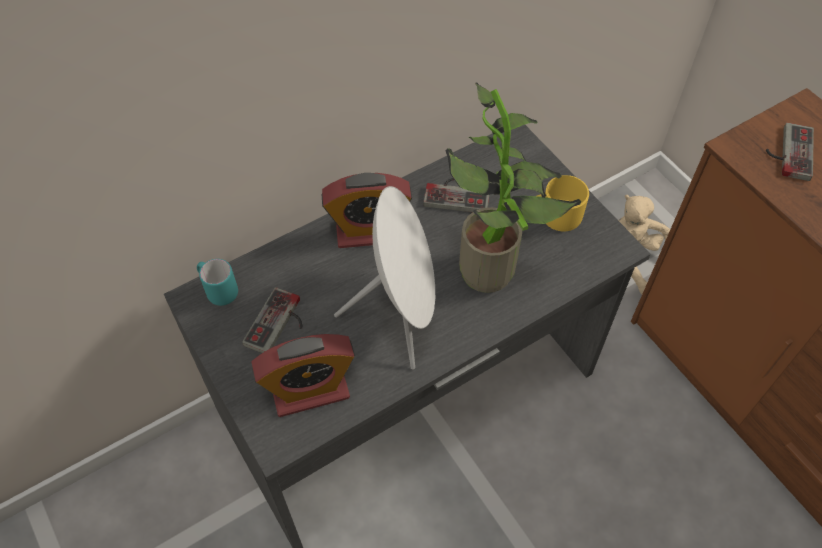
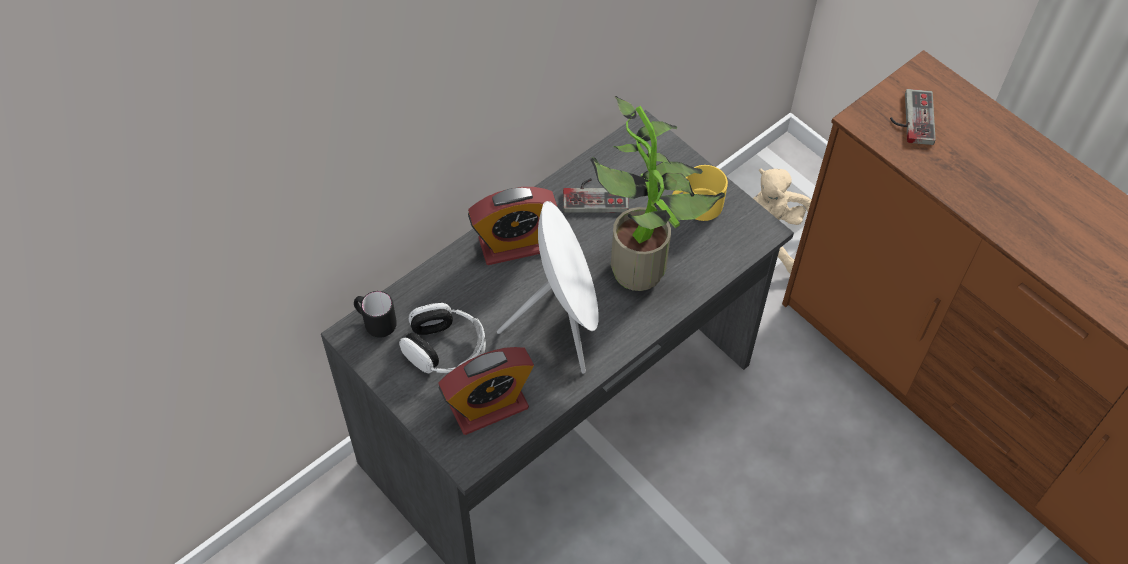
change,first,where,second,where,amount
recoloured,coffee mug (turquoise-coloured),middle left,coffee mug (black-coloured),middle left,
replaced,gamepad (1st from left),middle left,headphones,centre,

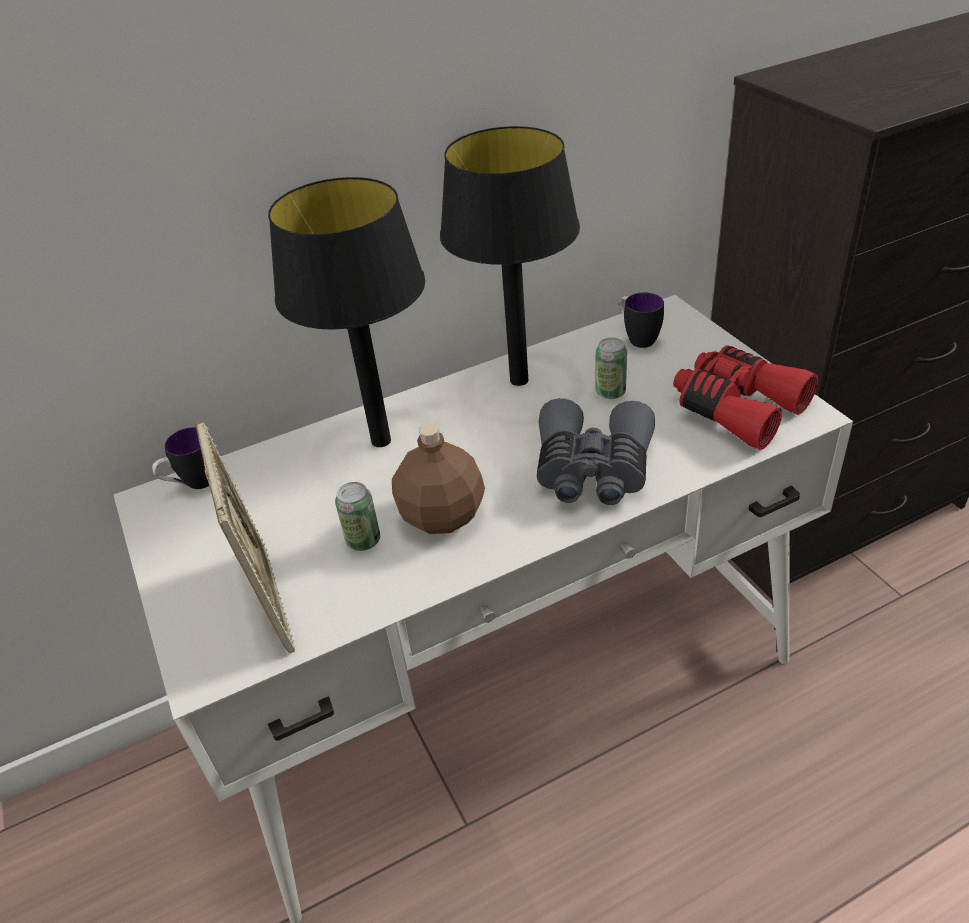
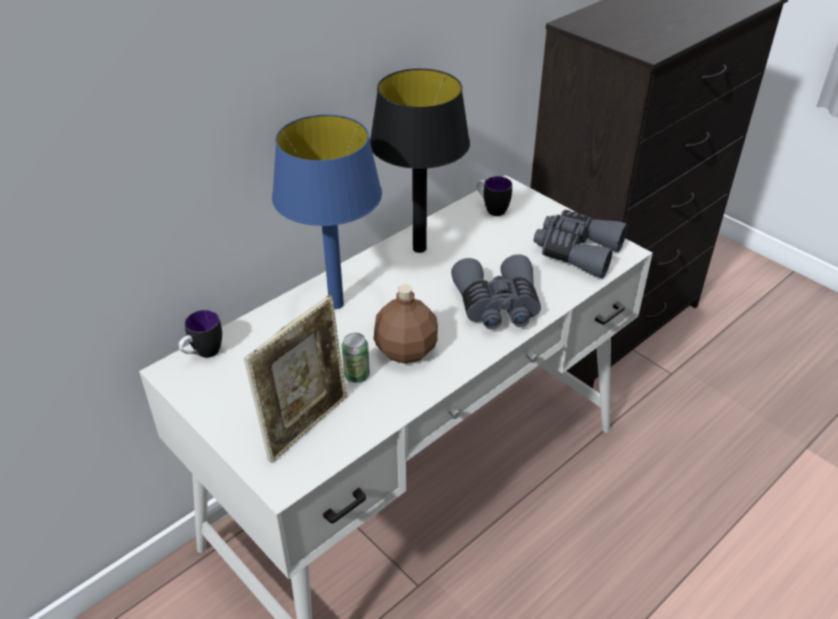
change,first,where,second,where,amount
turned,photo frame,middle left,,centre,75 degrees clockwise
recoloured,tabletop lamp (black-coloured) (1st from left),centre,tabletop lamp (bluish),centre,
recoloured,binoculars (red),middle right,binoculars (grey) (2nd from left),middle right,
removed,sealed can (2nd from left),centre,,,

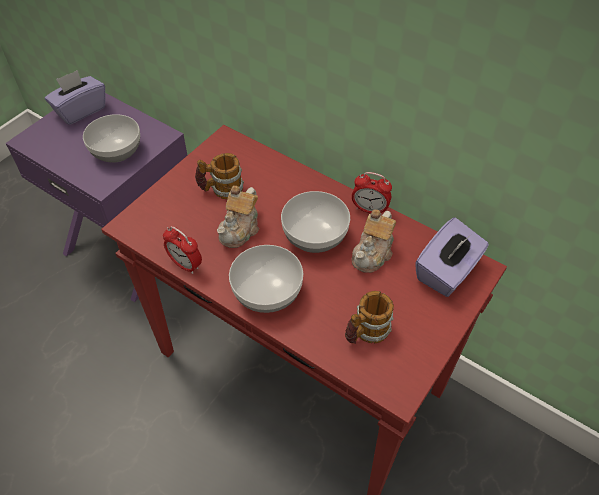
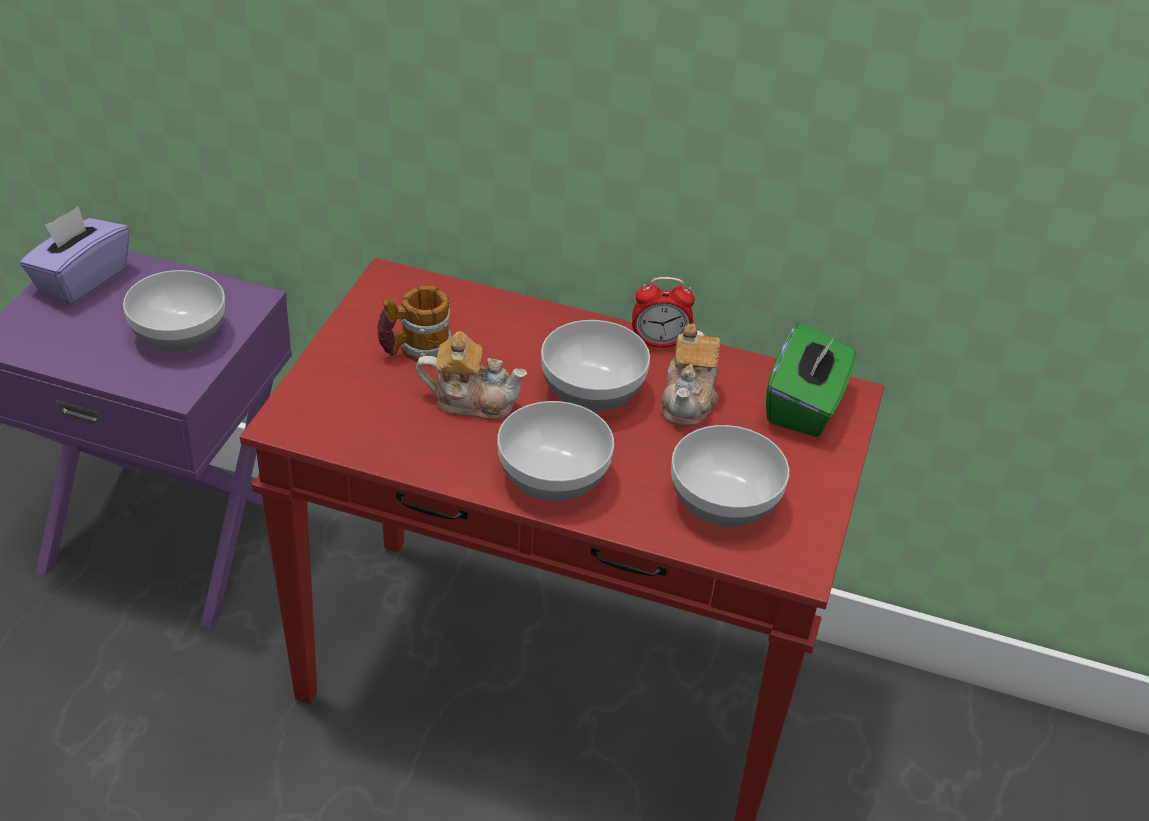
change,first,where,second,where,amount
turned,tea pot (1st from left),centre,,centre,90 degrees counterclockwise
replaced,coffee mug (2nd from left),centre,bowl (4th from left),centre,
recoloured,box of tissues (purplish) (2nd from left),middle right,box of tissues (green),middle right,
removed,bedside clock (1st from left),middle left,,,

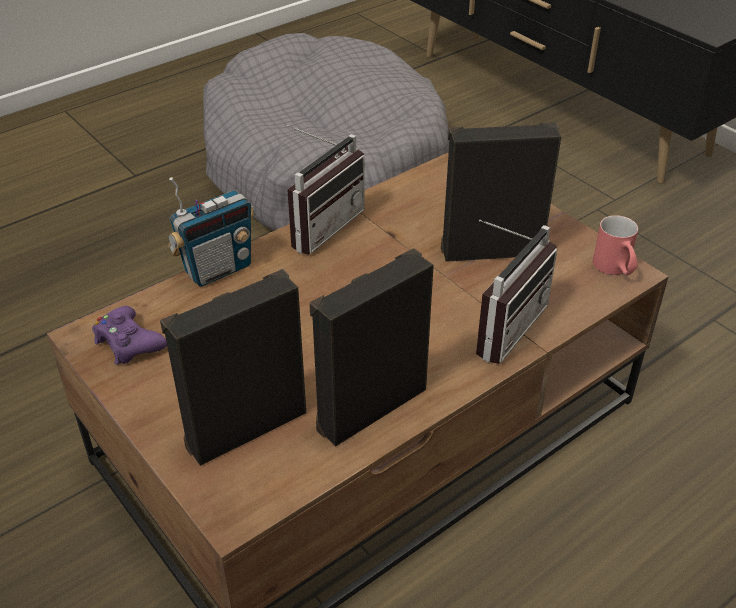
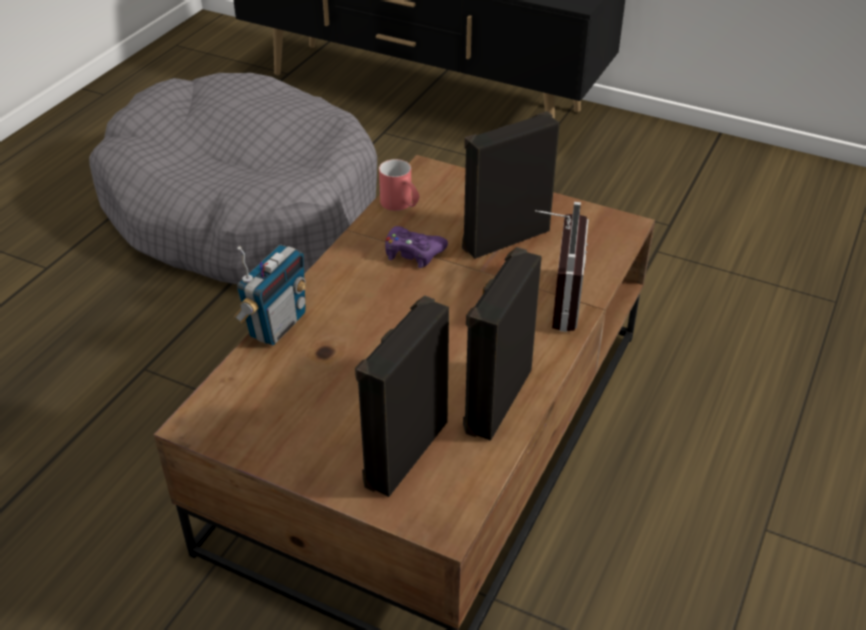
change,first,where,second,where,amount
moved,coffee mug (red),middle right,,top centre,
moved,gamepad (purplish),middle left,,centre,
removed,radio receiver (2nd from left),top centre,,,

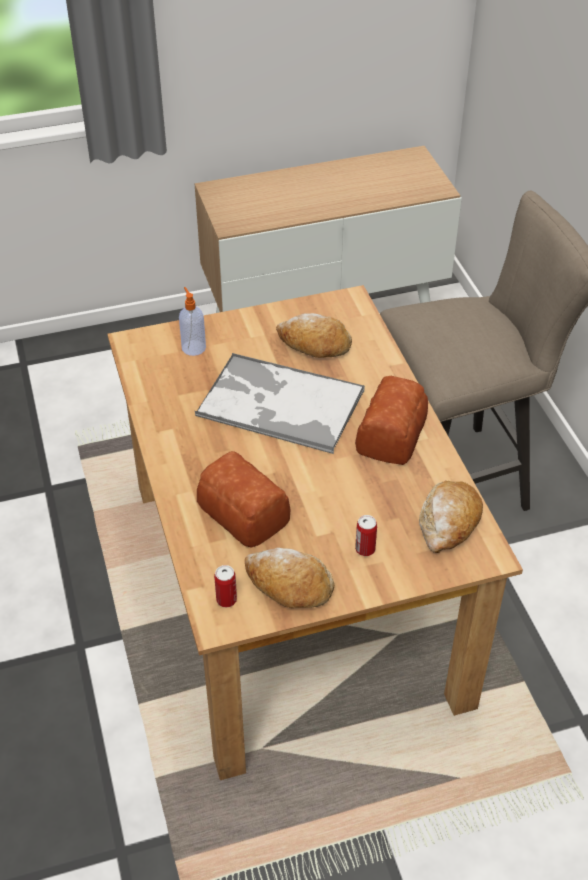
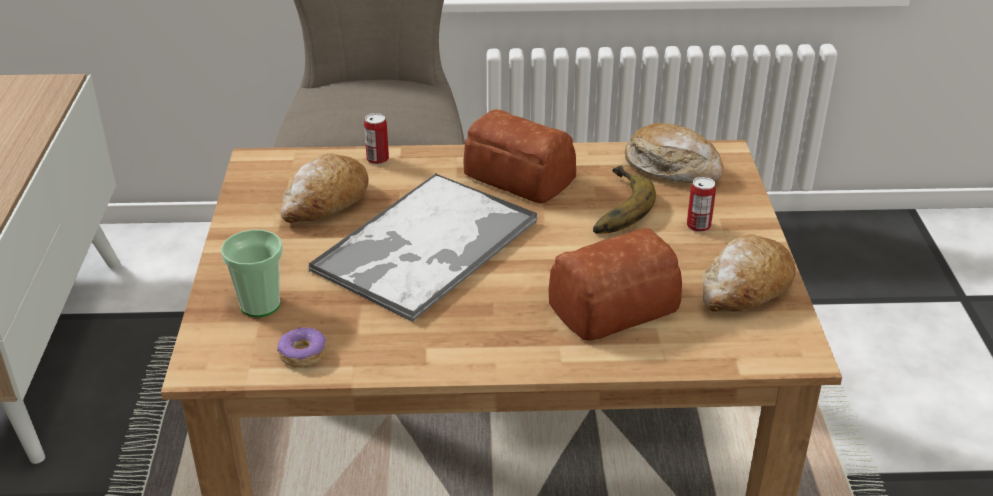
change,first,where,second,where,amount
replaced,liquid soap bottle,middle left,cup,middle left,
added,,,doughnut,bottom left,
moved,sealed can (1st from left),centre,,top centre,
added,,,banana fruit,centre,

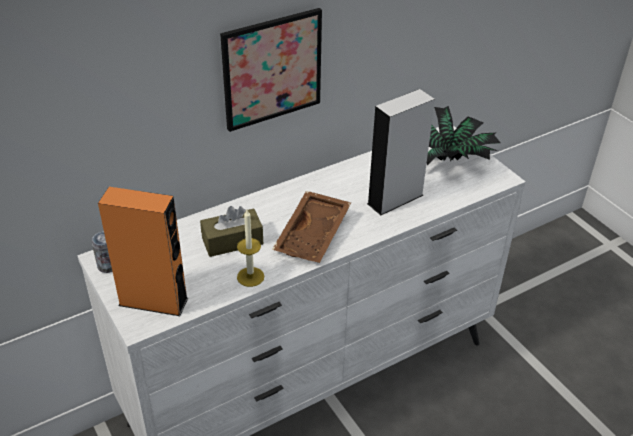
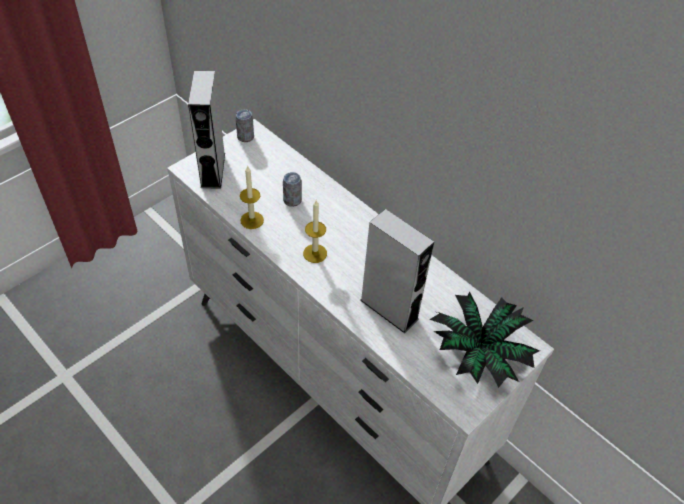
change,first,where,second,where,amount
recoloured,audio speaker (orangey),middle left,audio speaker (grey) (1st from left),top left,
replaced,box of tissues (brown),centre,sealed can (2nd from left),centre,
replaced,tray (brown),centre,wax candle (2nd from left),centre,
removed,wall art,top centre,,,

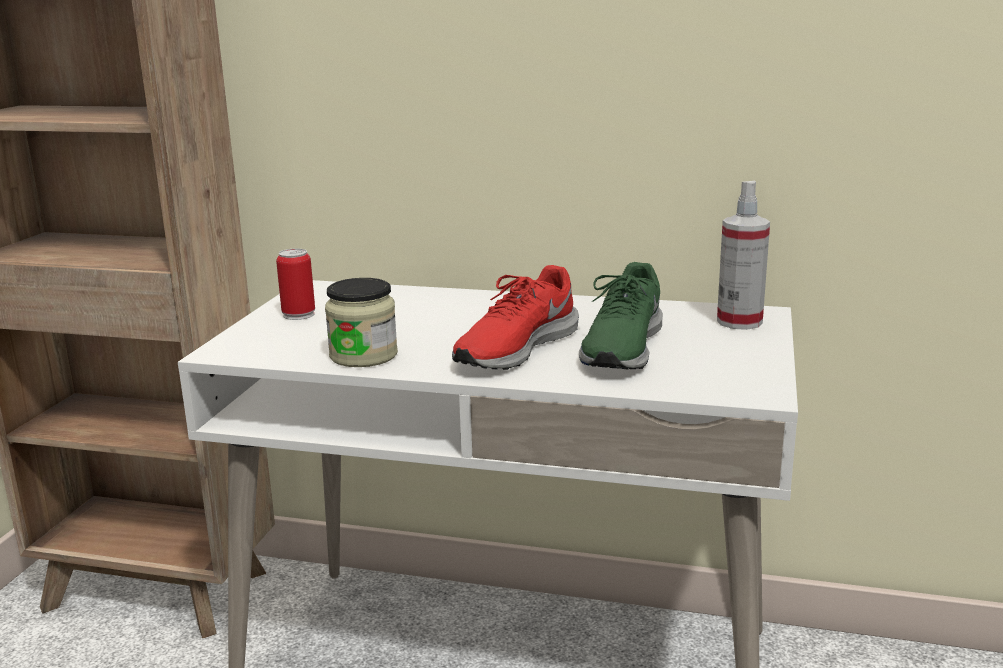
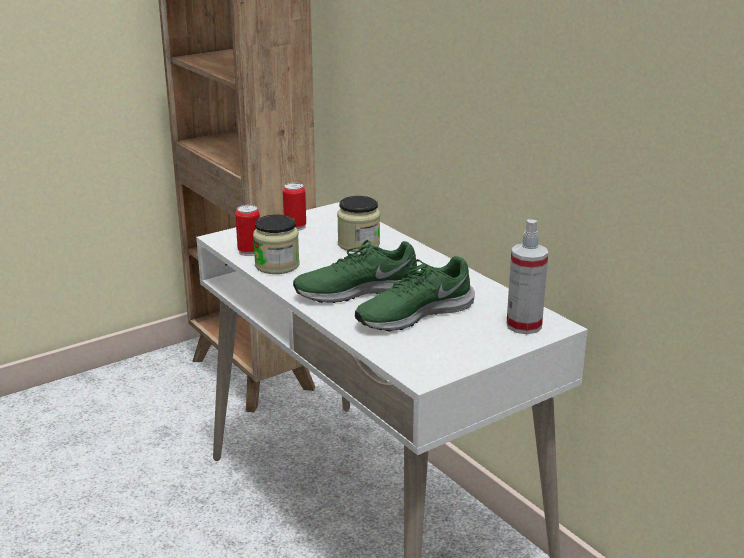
change,first,where,second,where,amount
added,,,sealed can (1st from left),middle left,
recoloured,item of footwear (red),centre,item of footwear (green) (1st from left),centre,
added,,,jar (2nd from left),centre,

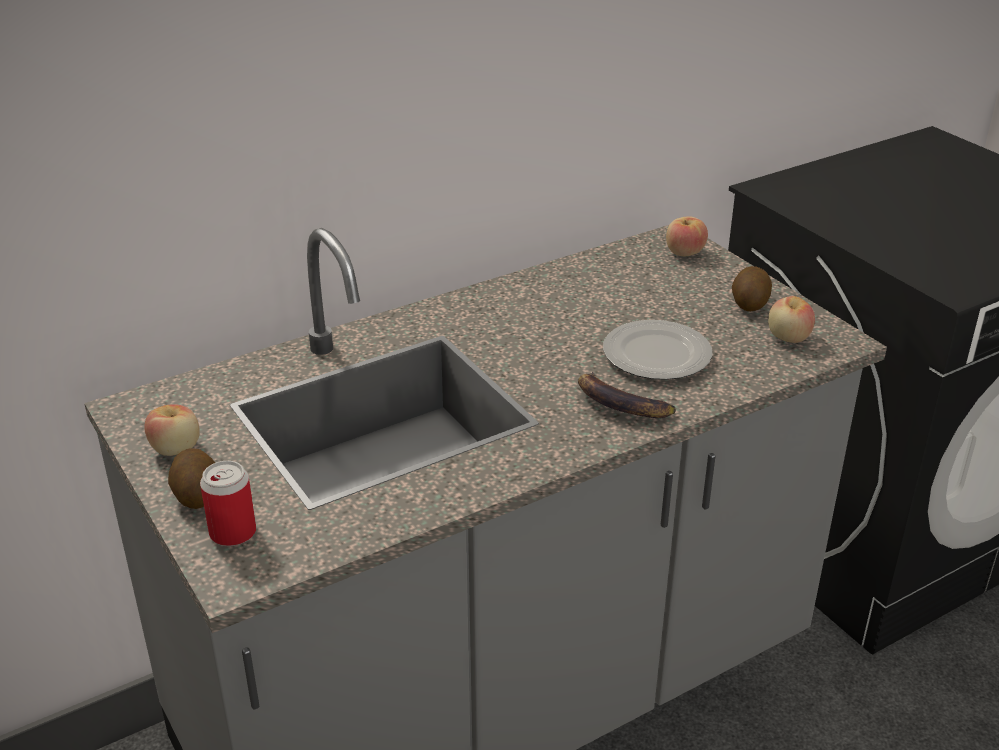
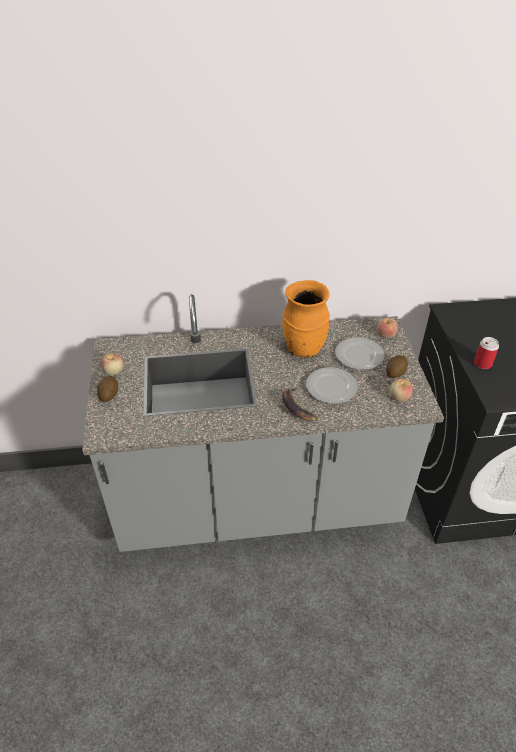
change,first,where,second,where,amount
added,,,flower vase (orangey),centre,
added,,,flat dish (2nd from left),middle right,
moved,sealed can,bottom left,,middle right,

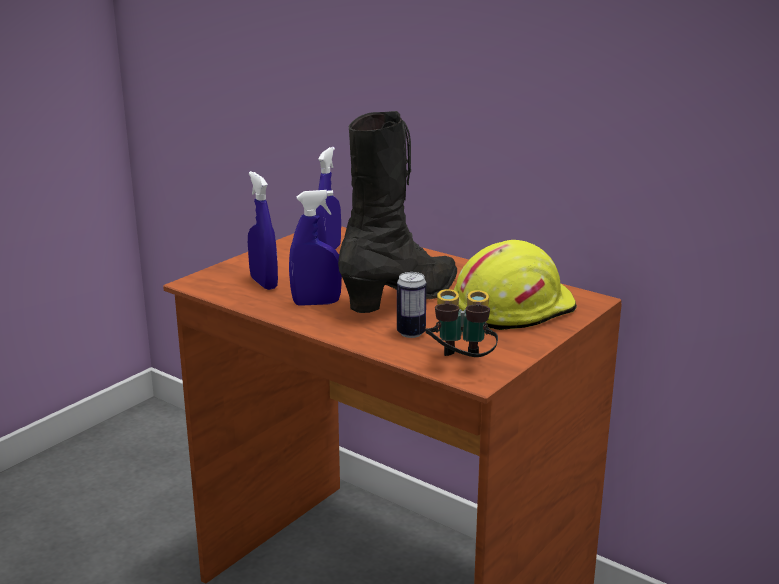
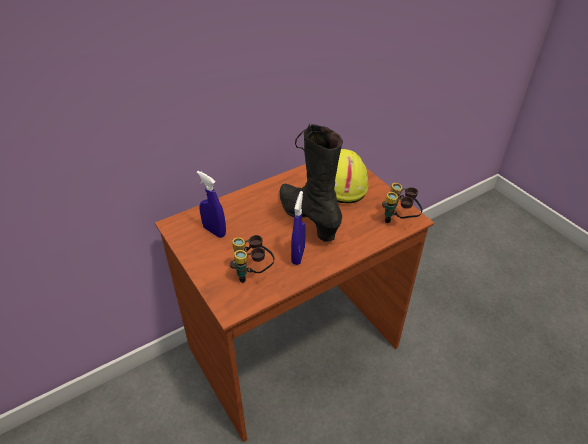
change,first,where,second,where,amount
replaced,hand sprayer (bluish) (1st from left),centre,binoculars (1st from left),centre,
removed,sealed can,centre,,,

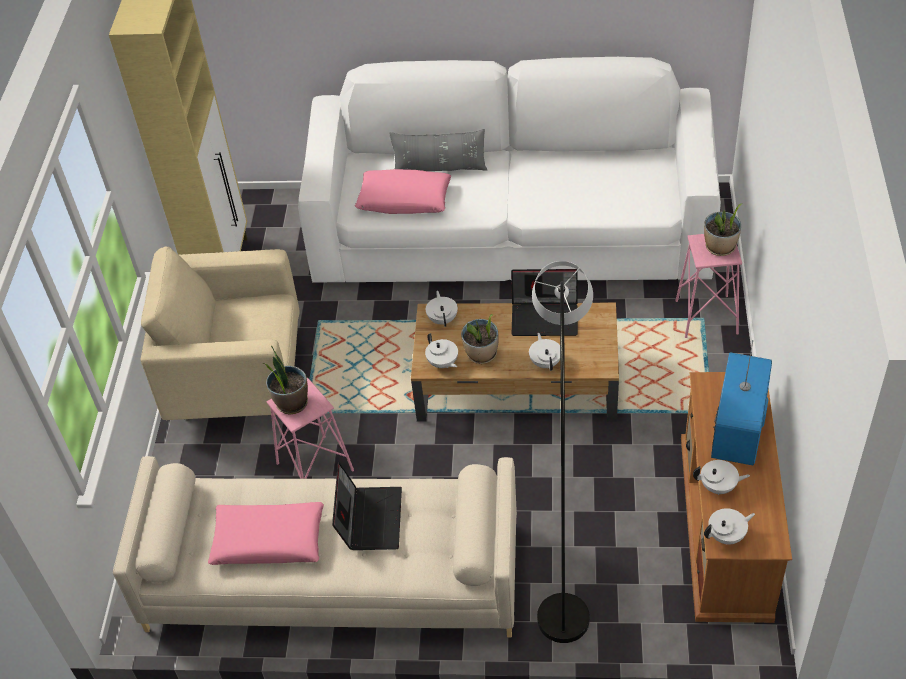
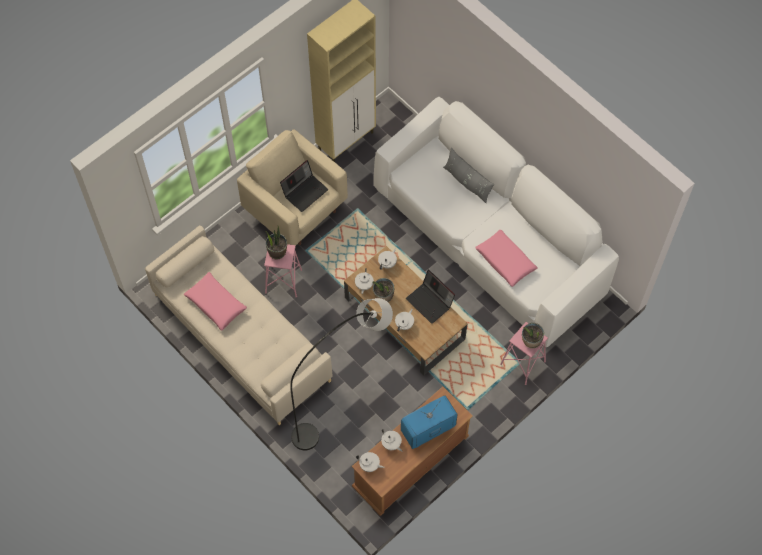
change,first,where,second,where,amount
moved,notebook computer (1st from left),bottom centre,,centre,
moved,pillow (pinkish) (2nd from left),top centre,,centre,

